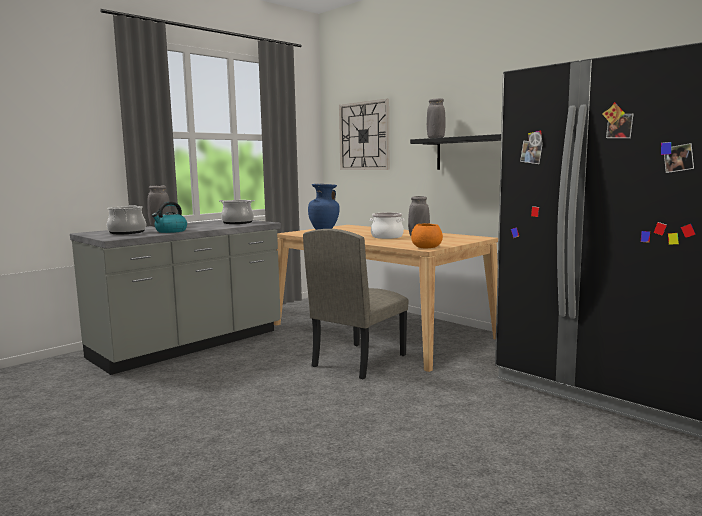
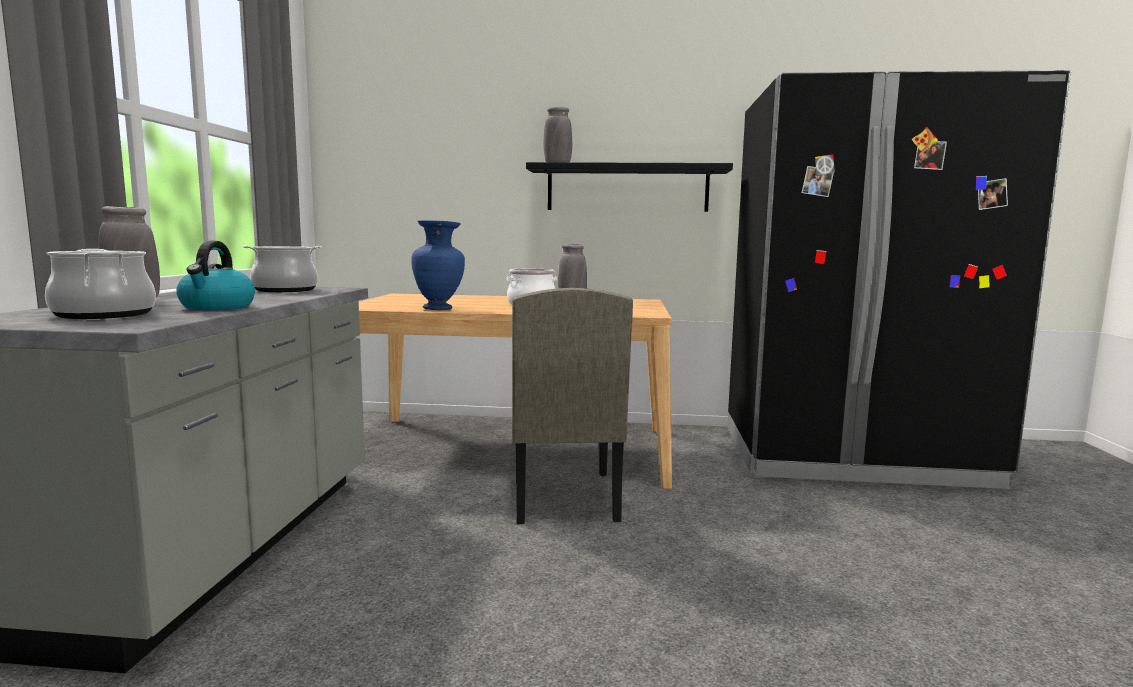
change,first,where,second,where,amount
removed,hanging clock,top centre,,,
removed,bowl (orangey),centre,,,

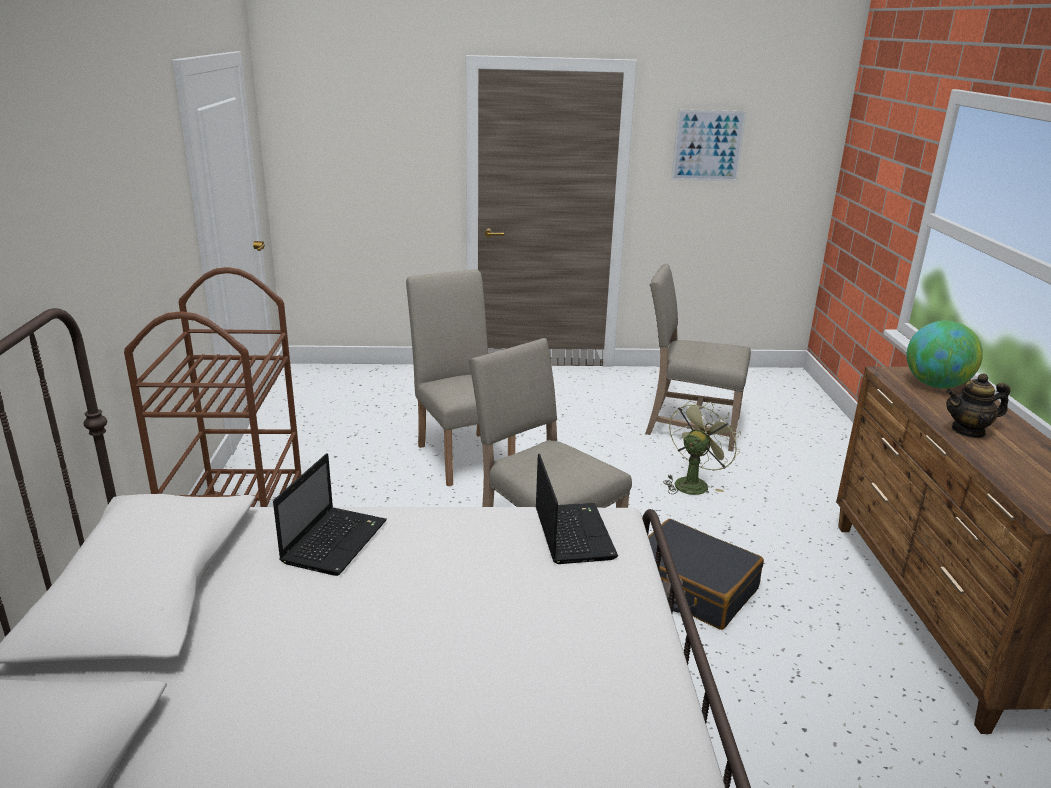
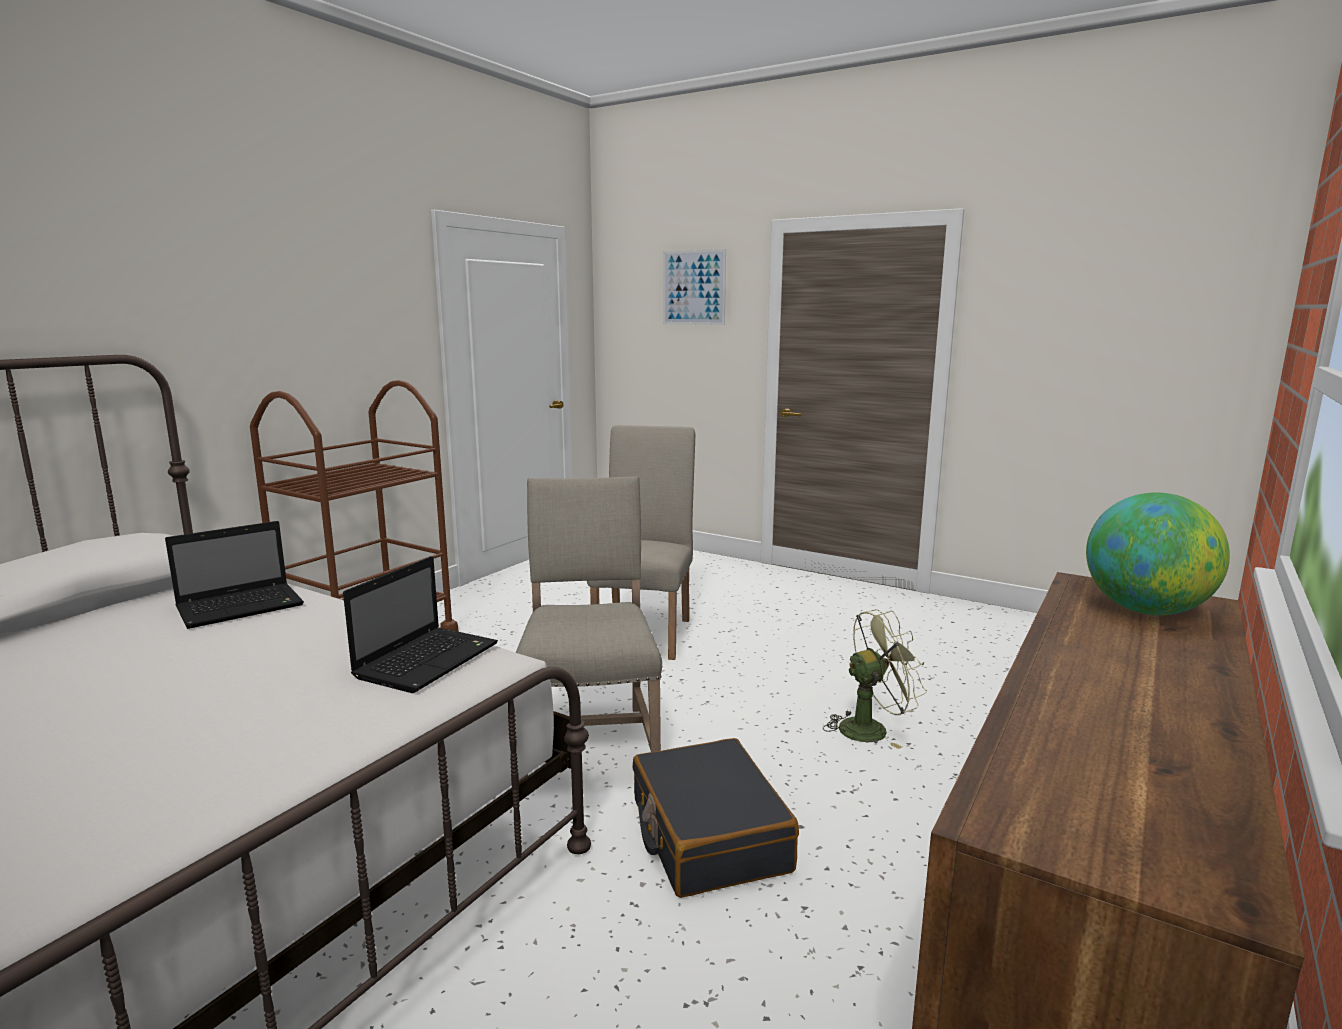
change,first,where,second,where,amount
moved,wall art,top right,,top centre,
removed,upright chair (beige-coloured) (3rd from left),centre,,,
removed,tea pot,middle right,,,

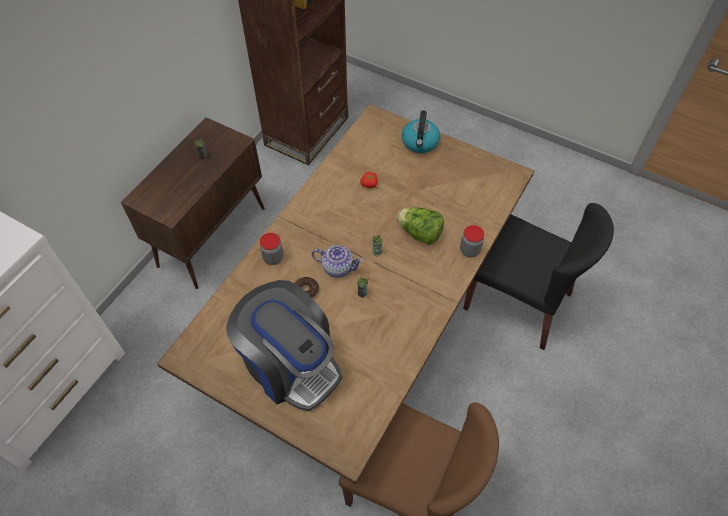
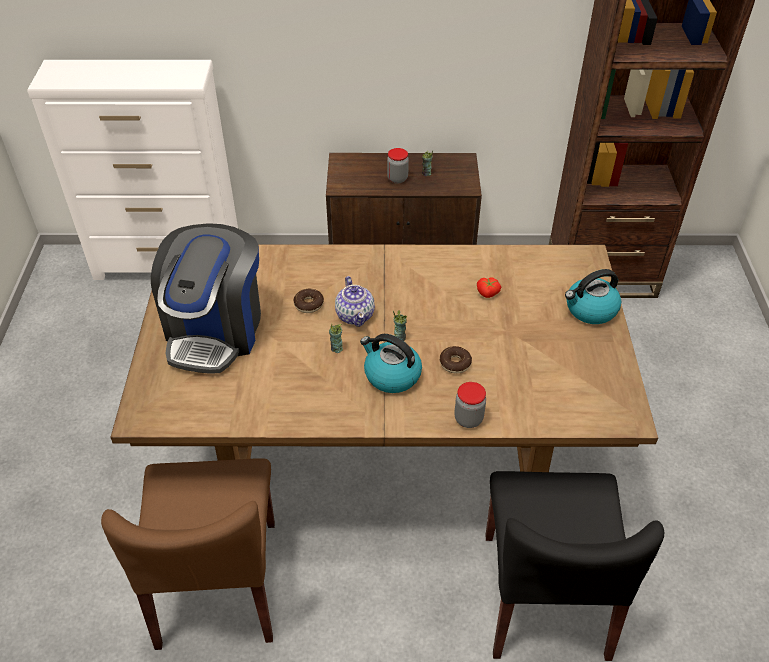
change,first,where,second,where,amount
added,,,tea kettle (1st from left),centre,
moved,jar (1st from left),centre,,top centre,
replaced,lettuce head,centre,doughnut (2nd from left),centre,

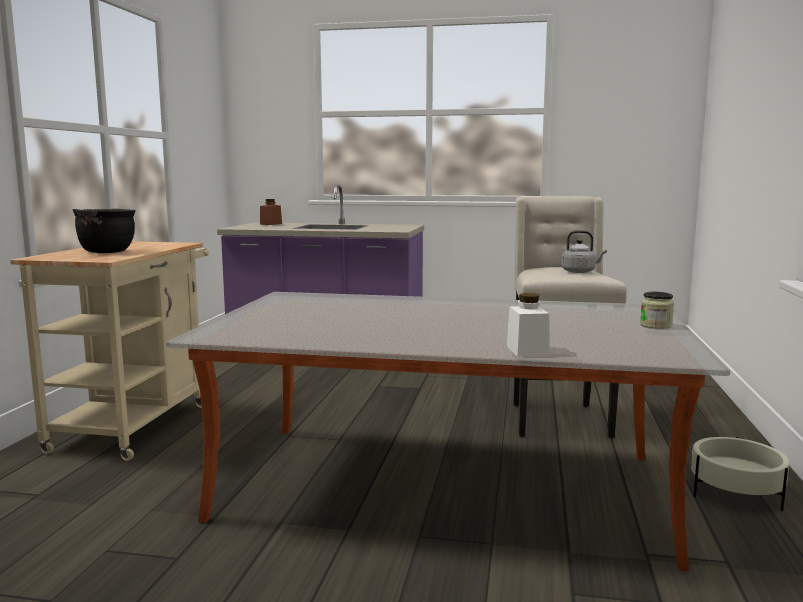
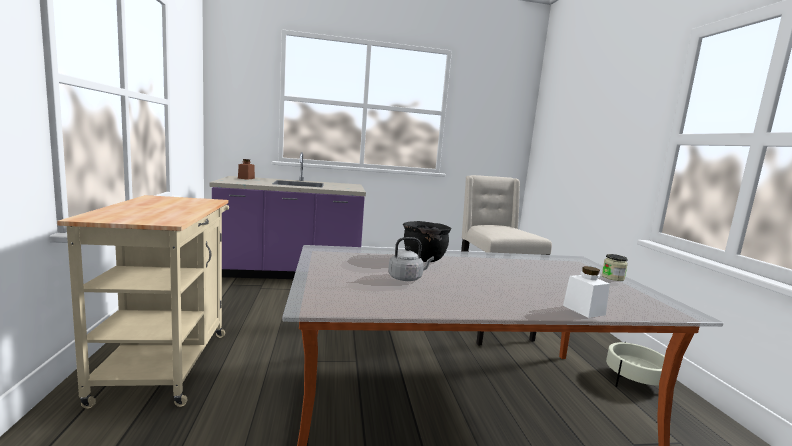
change,first,where,second,where,amount
moved,tea kettle (grey),middle right,,centre,
moved,stockpot (black-coloured),middle left,,centre,

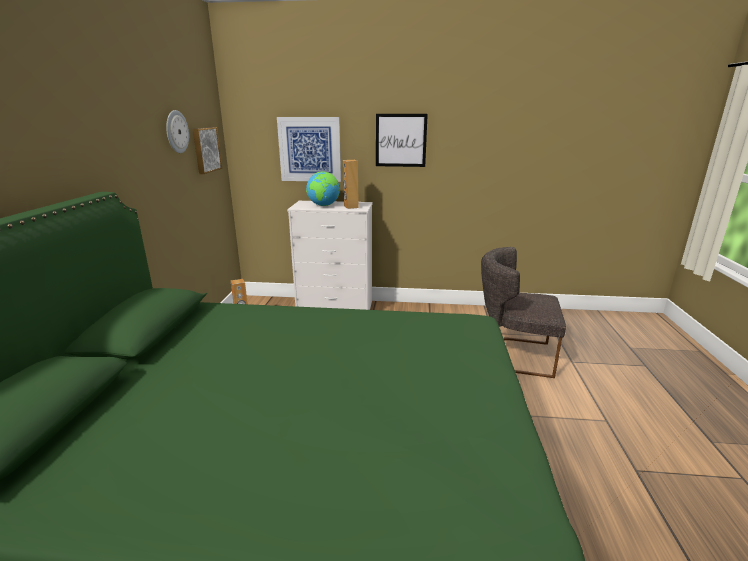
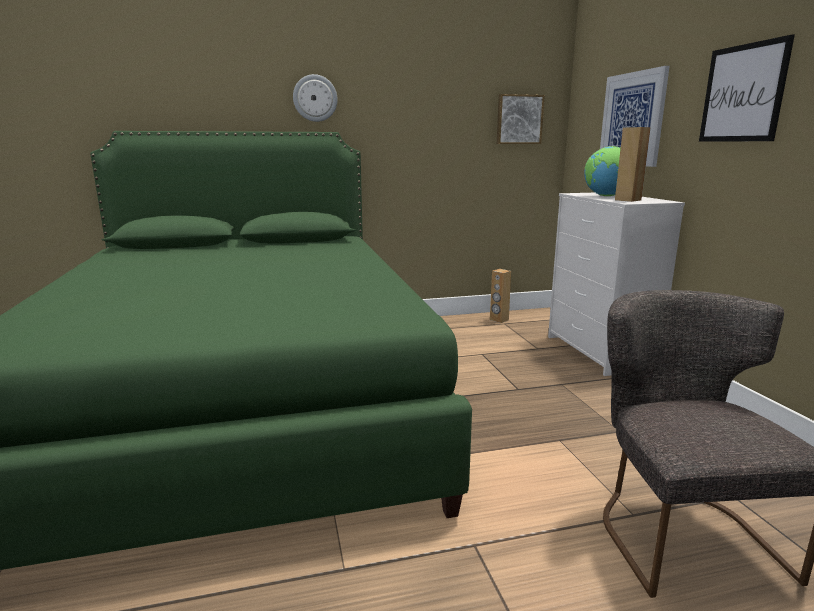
change,first,where,second,where,amount
moved,hanging clock,top left,,top centre,

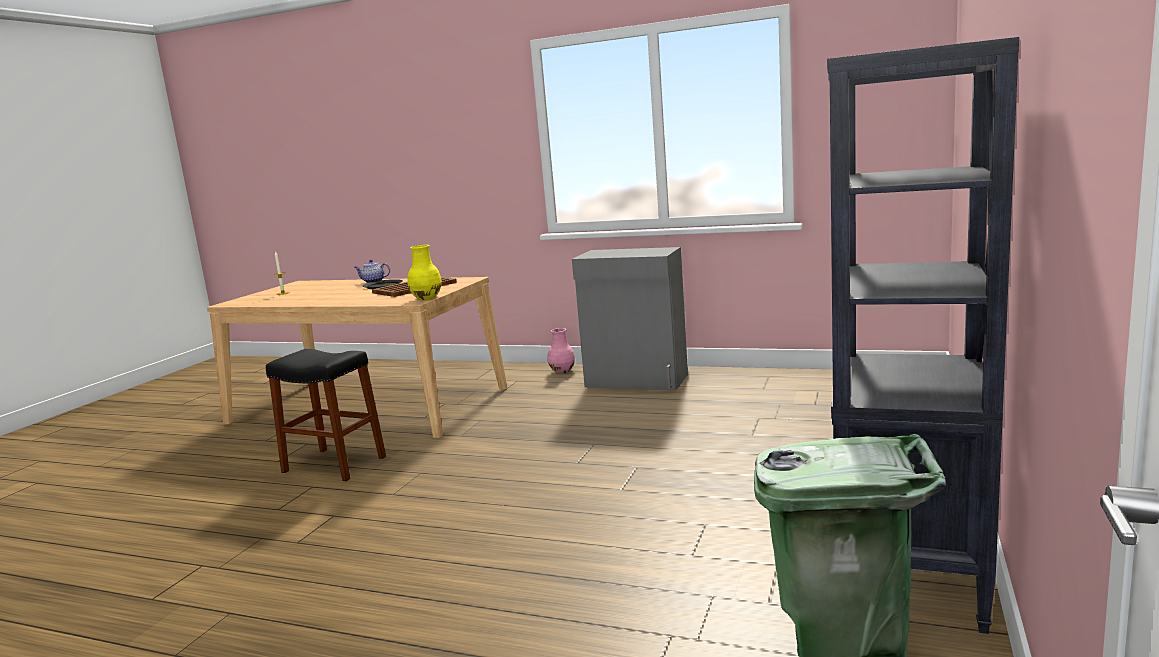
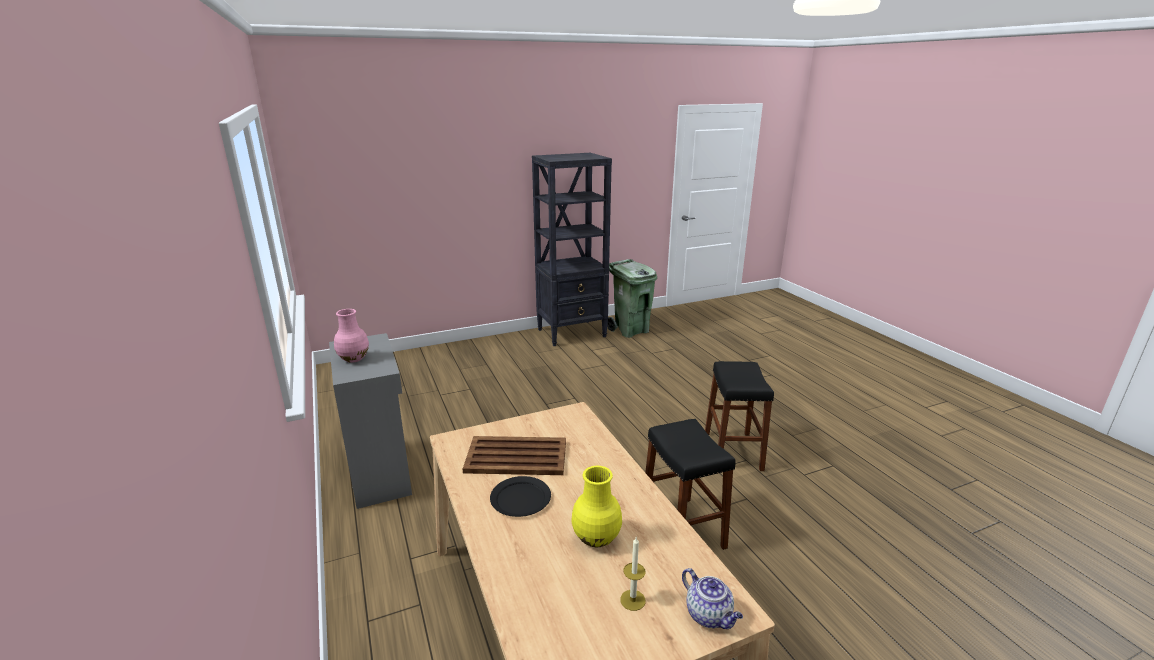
change,first,where,second,where,amount
moved,flower vase (pinkish),centre,,middle left,
moved,flower vase (yellow-coloured),centre,,bottom centre,
moved,tea pot,middle left,,bottom centre,
added,,,stool seat (black-coloured) (2nd from left),centre,

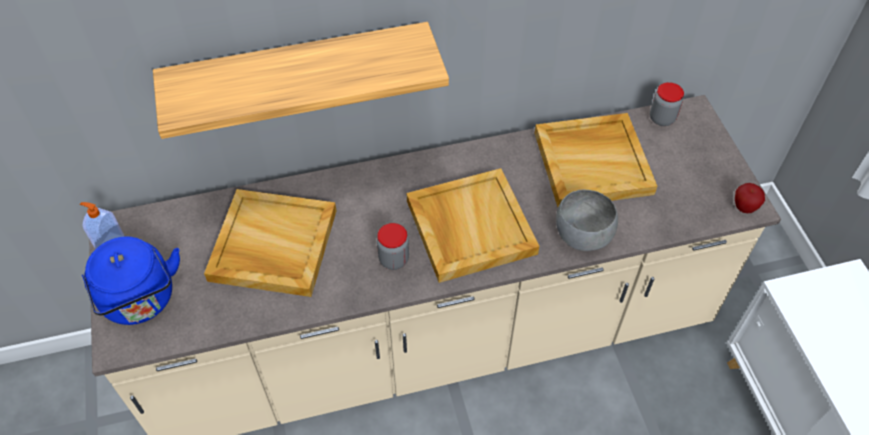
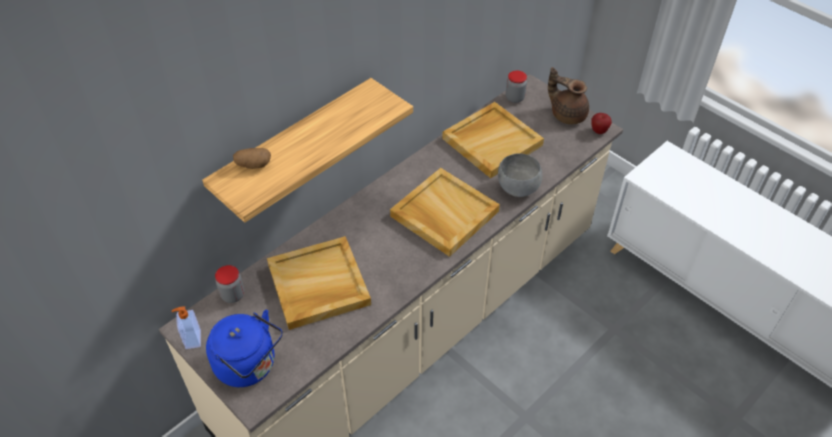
change,first,where,second,where,amount
moved,jar (1st from left),centre,,middle left,
added,,,potato,middle left,
added,,,tea pot (brown),top right,

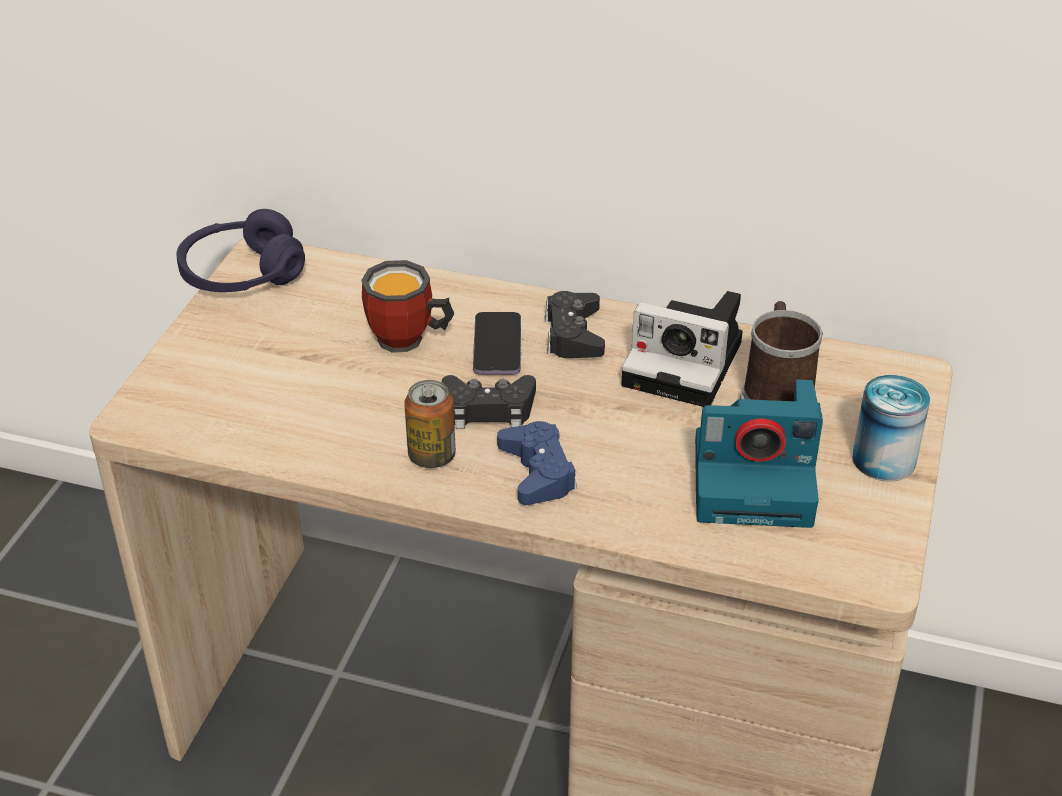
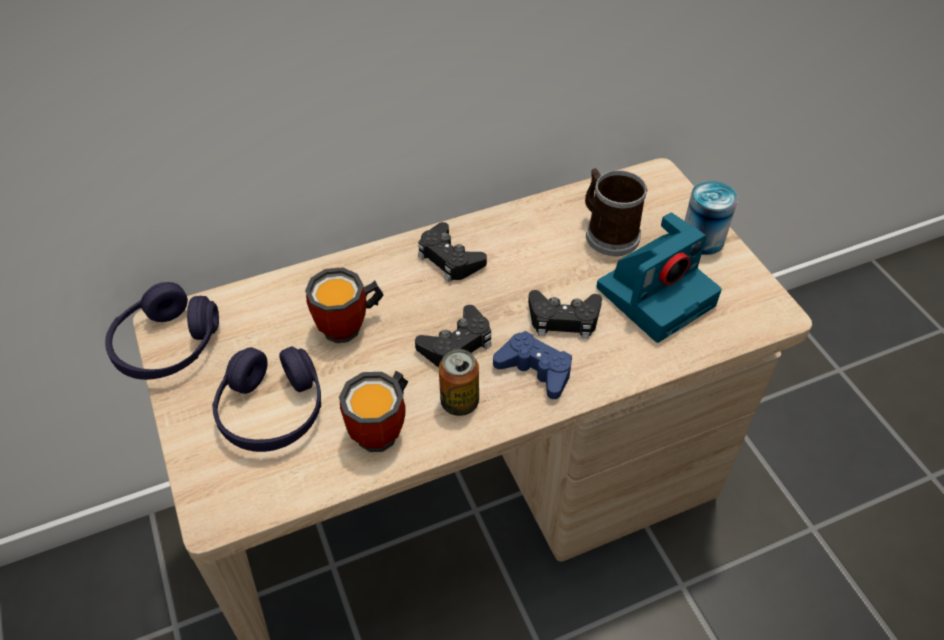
change,first,where,second,where,amount
added,,,headphones (purplish) (2nd from left),middle left,
added,,,coffee mug (2nd from left),centre,
added,,,gamepad (black-coloured) (3rd from left),centre,
removed,phone,centre,,,
removed,still camera (1st from left),centre,,,

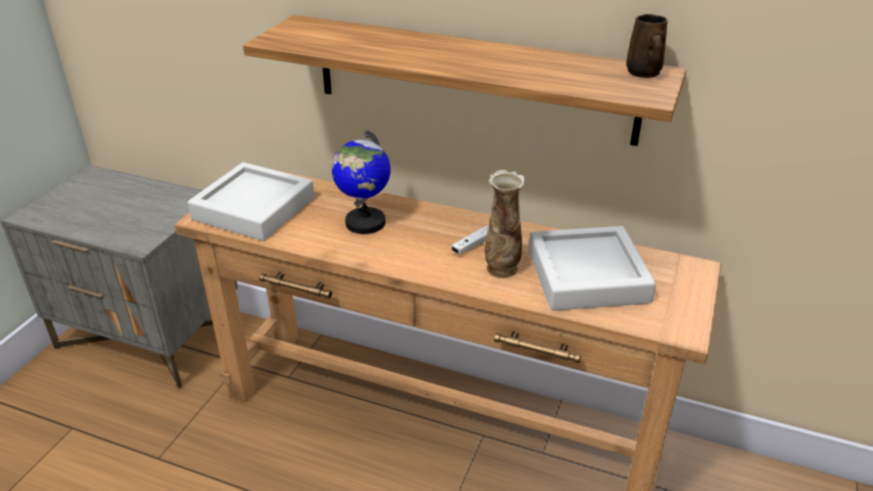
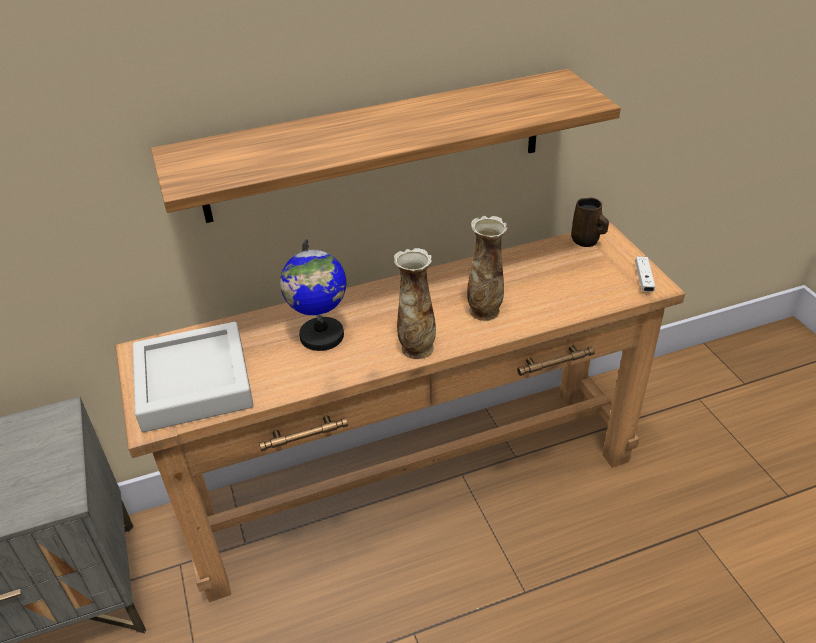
change,first,where,second,where,amount
added,,,flower vase (1st from left),centre,
moved,coffee mug (brown),top right,,middle right,
moved,gamepad (whitish),centre,,middle right,
removed,tray (grey) (2nd from left),middle right,,,

